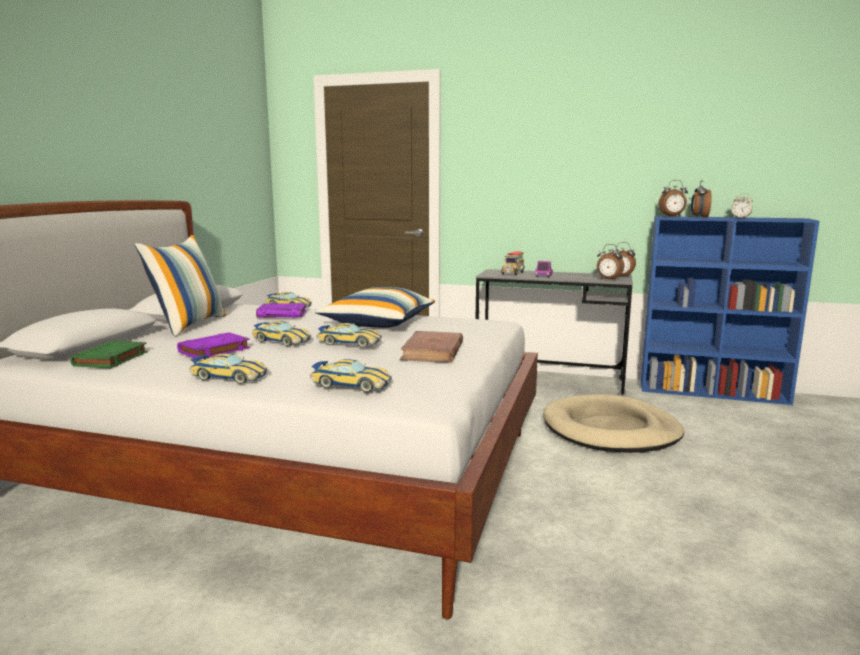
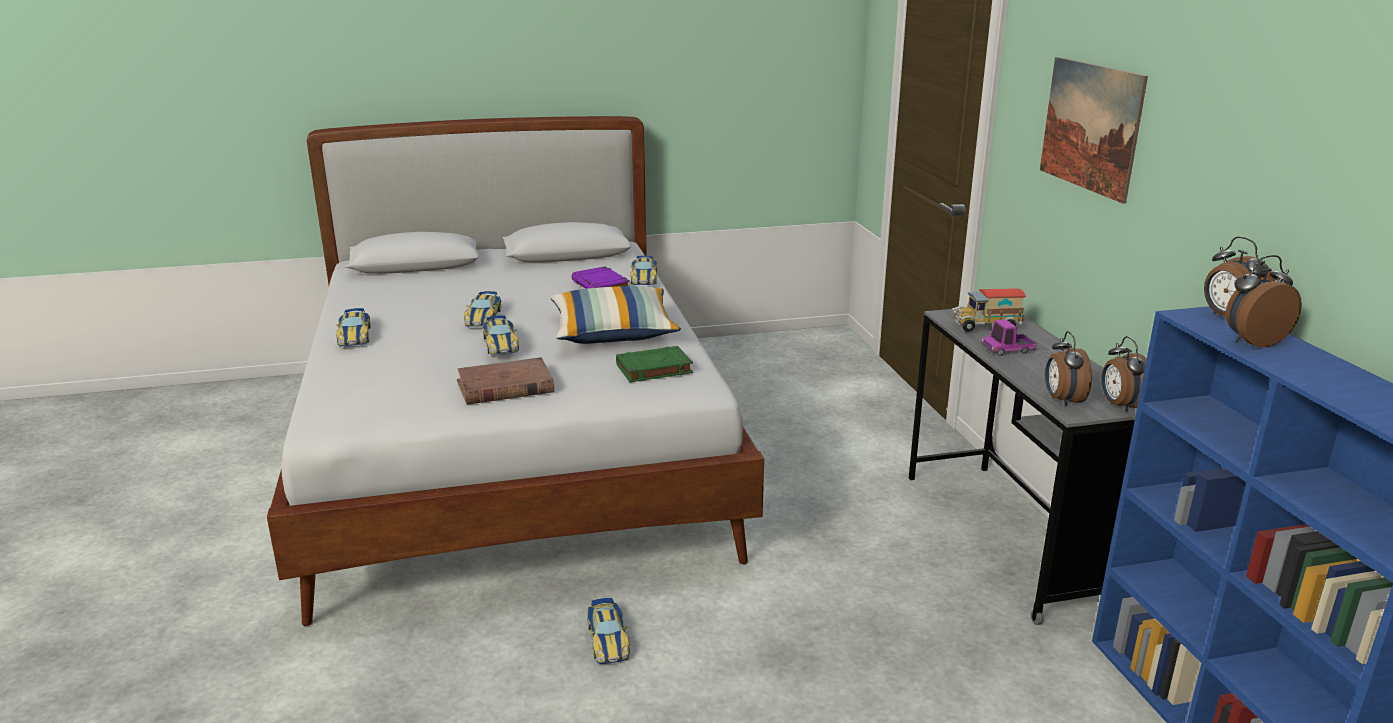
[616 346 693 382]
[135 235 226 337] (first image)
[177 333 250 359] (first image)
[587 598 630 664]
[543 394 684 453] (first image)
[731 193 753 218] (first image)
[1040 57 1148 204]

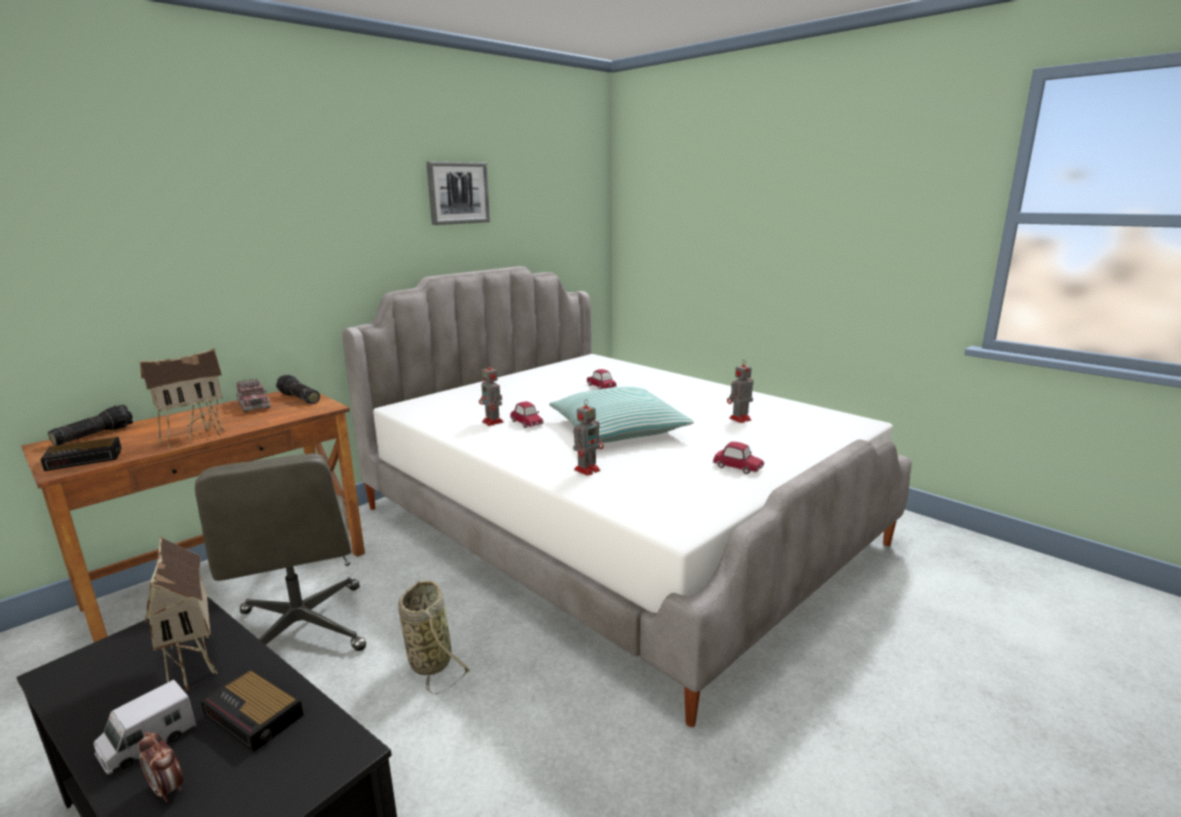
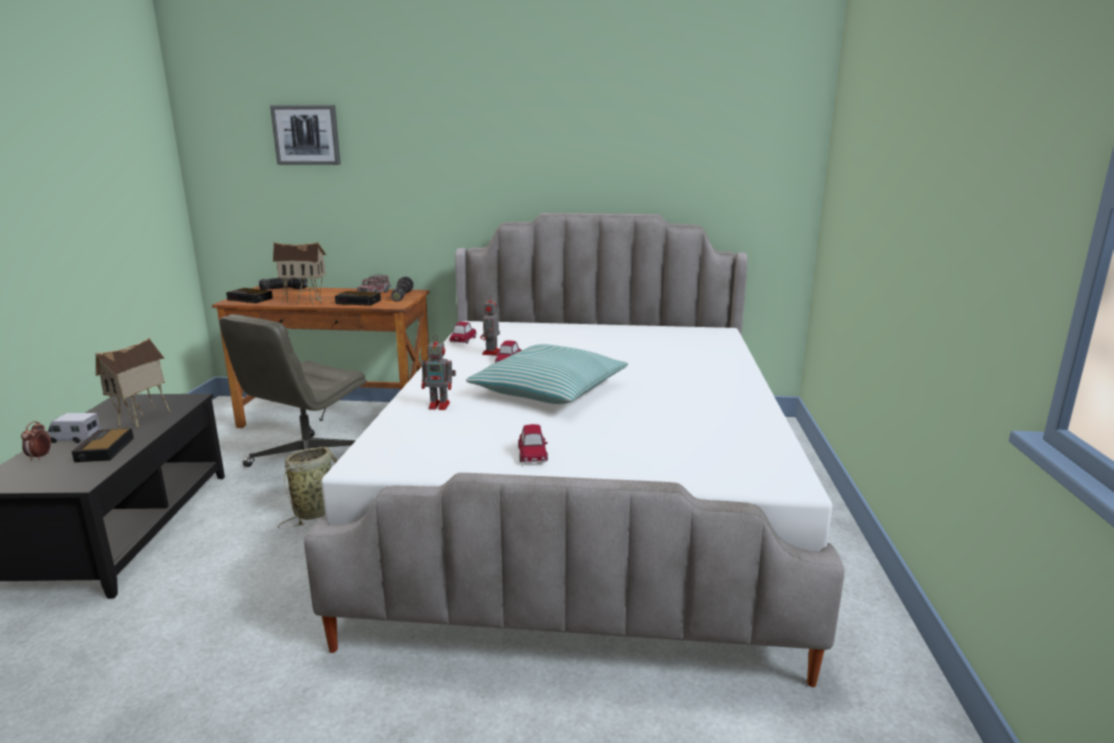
[270 105 341 165]
[449 322 477 344]
[727 359 753 423] (first image)
[335 291 381 306]

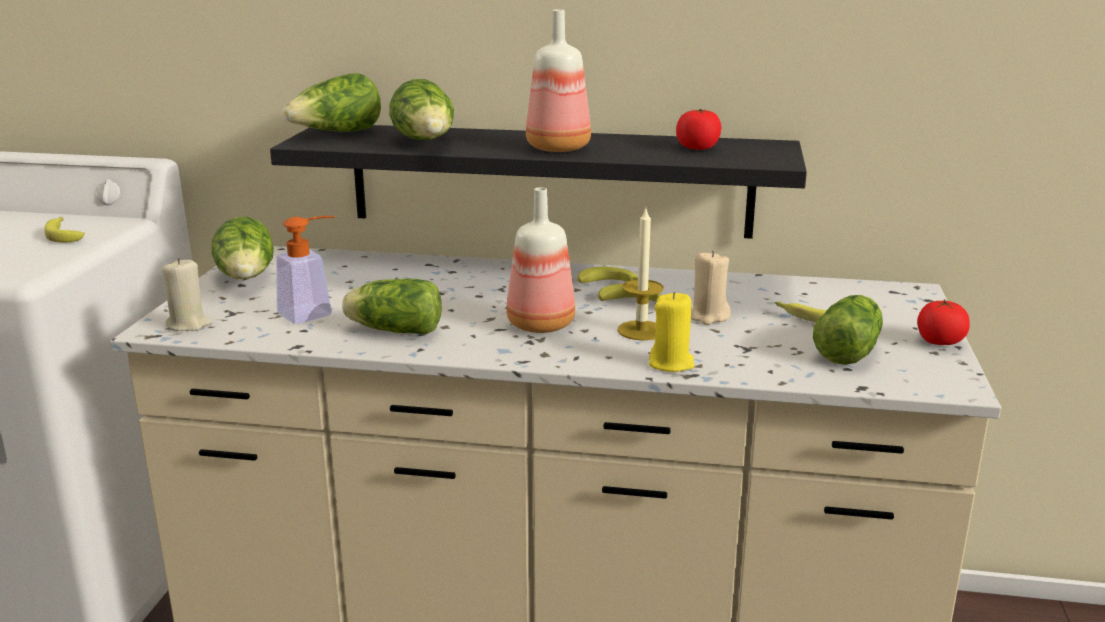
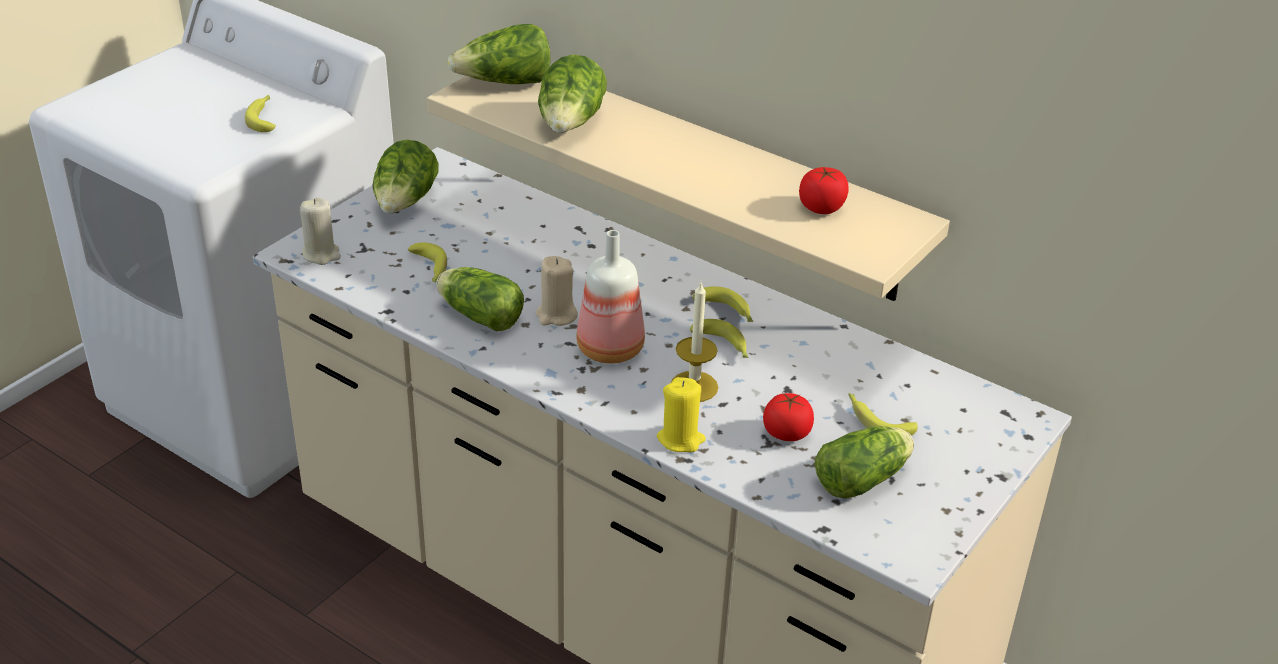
[427 76 950 301]
[408 242 447 282]
[526 9 591 152] (first image)
[536 256 578 326]
[763 393 814 441]

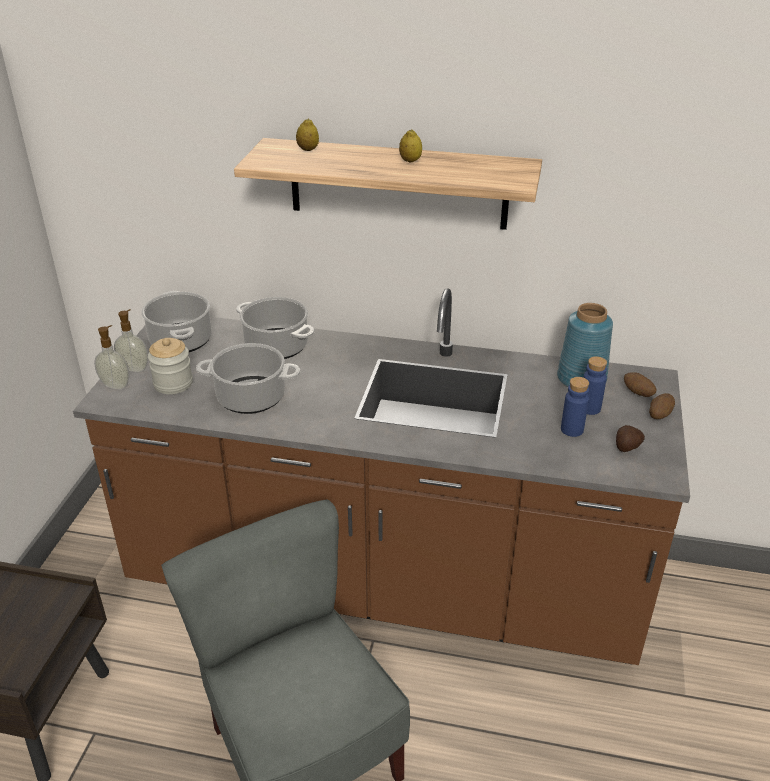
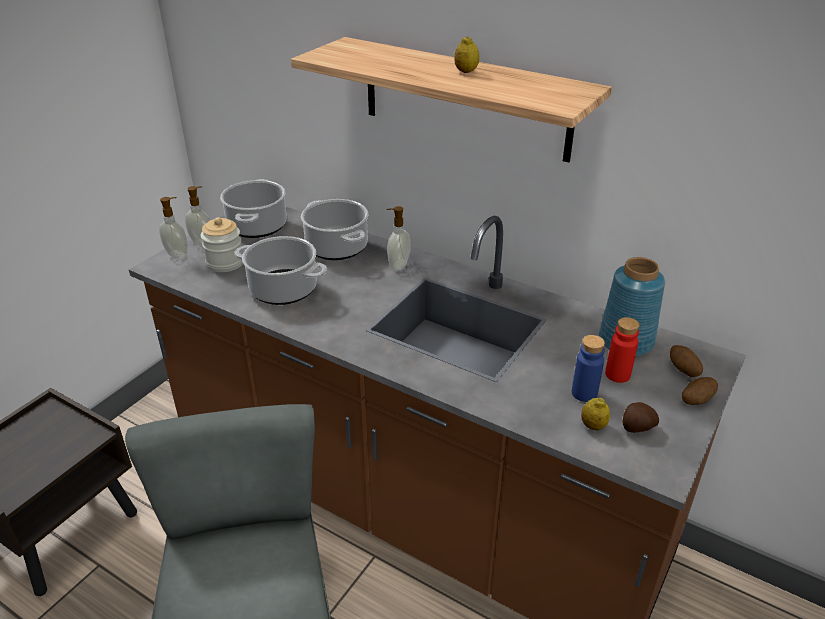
[581 398 610 431]
[605 317 640 383]
[387 206 411 270]

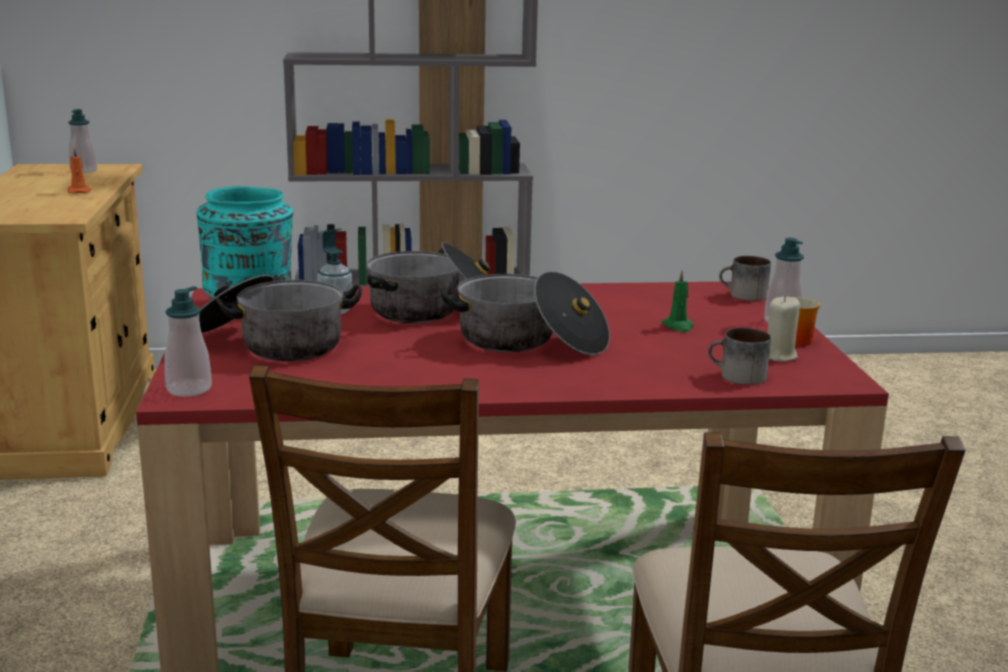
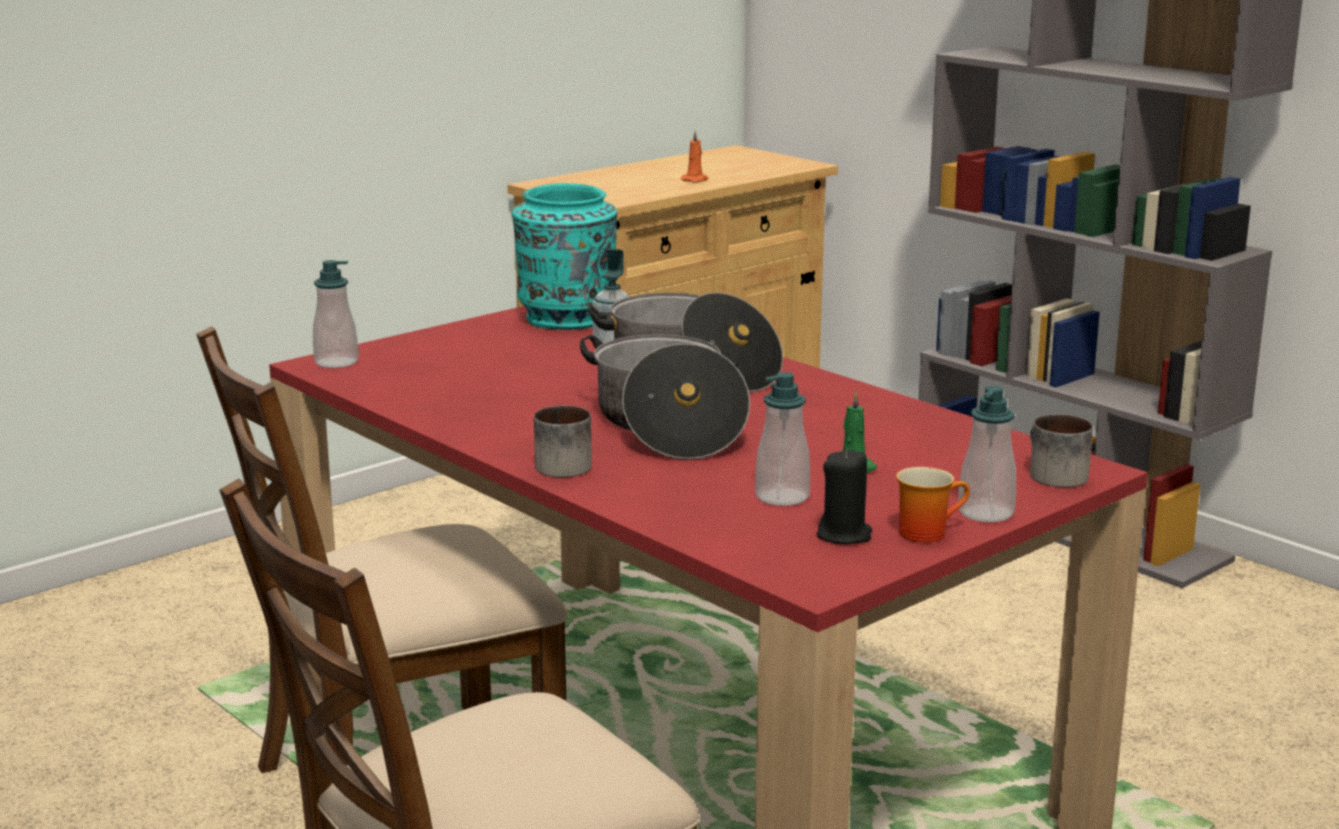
[755 372 810 506]
[199 275 362 361] (first image)
[534 406 592 477]
[816 449 872 544]

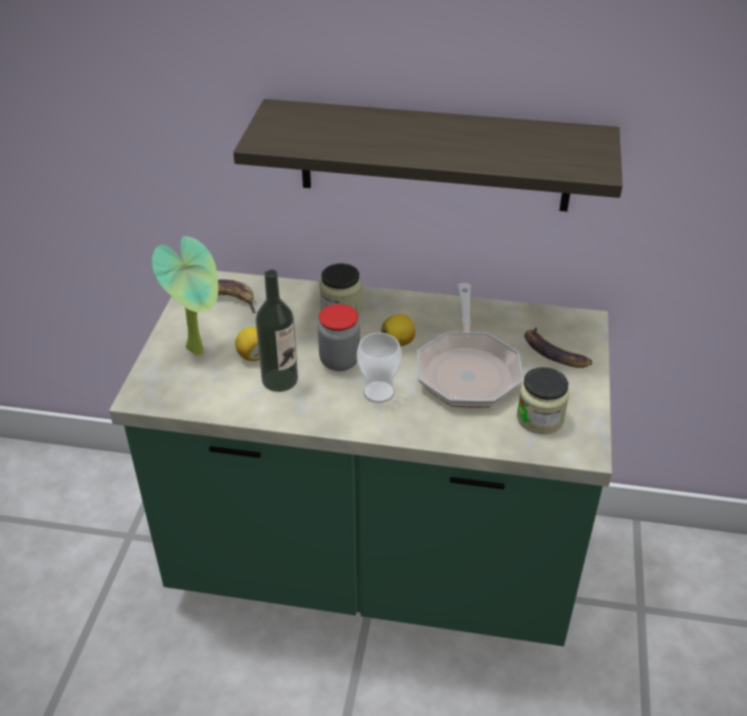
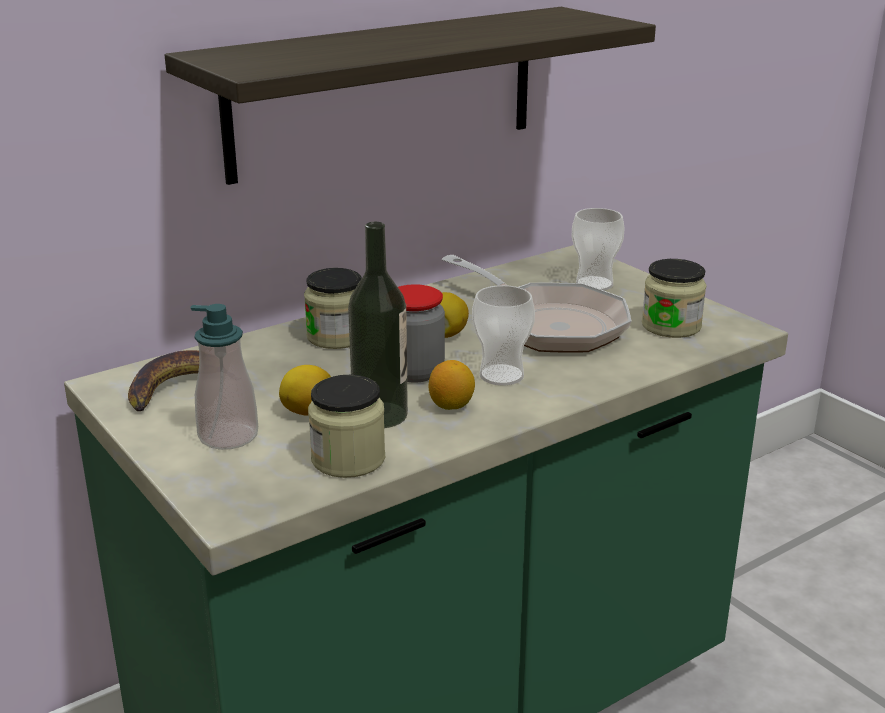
[190 304 258 450]
[572 208 625 291]
[308 375 385 478]
[429 360 475 410]

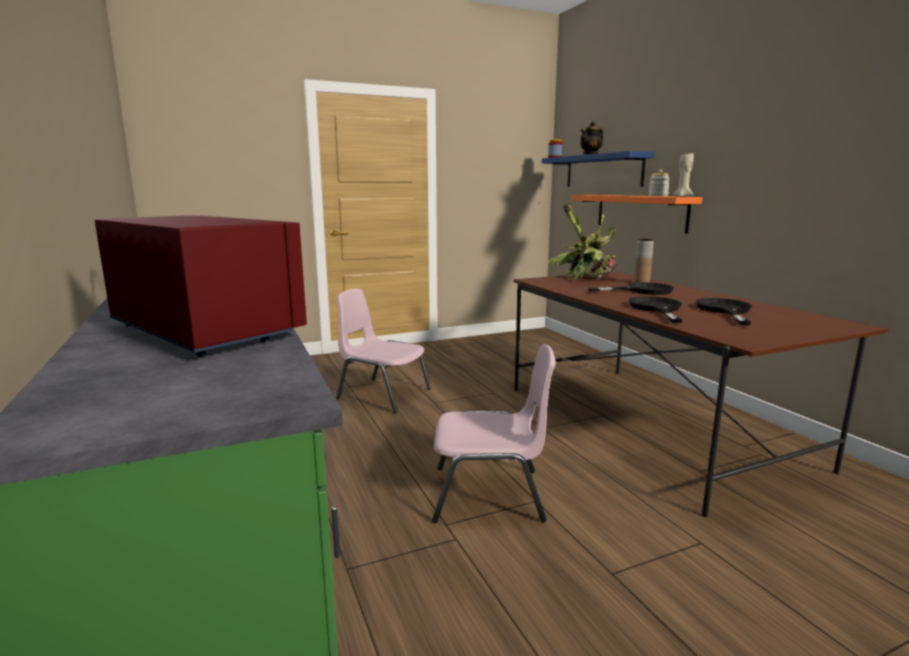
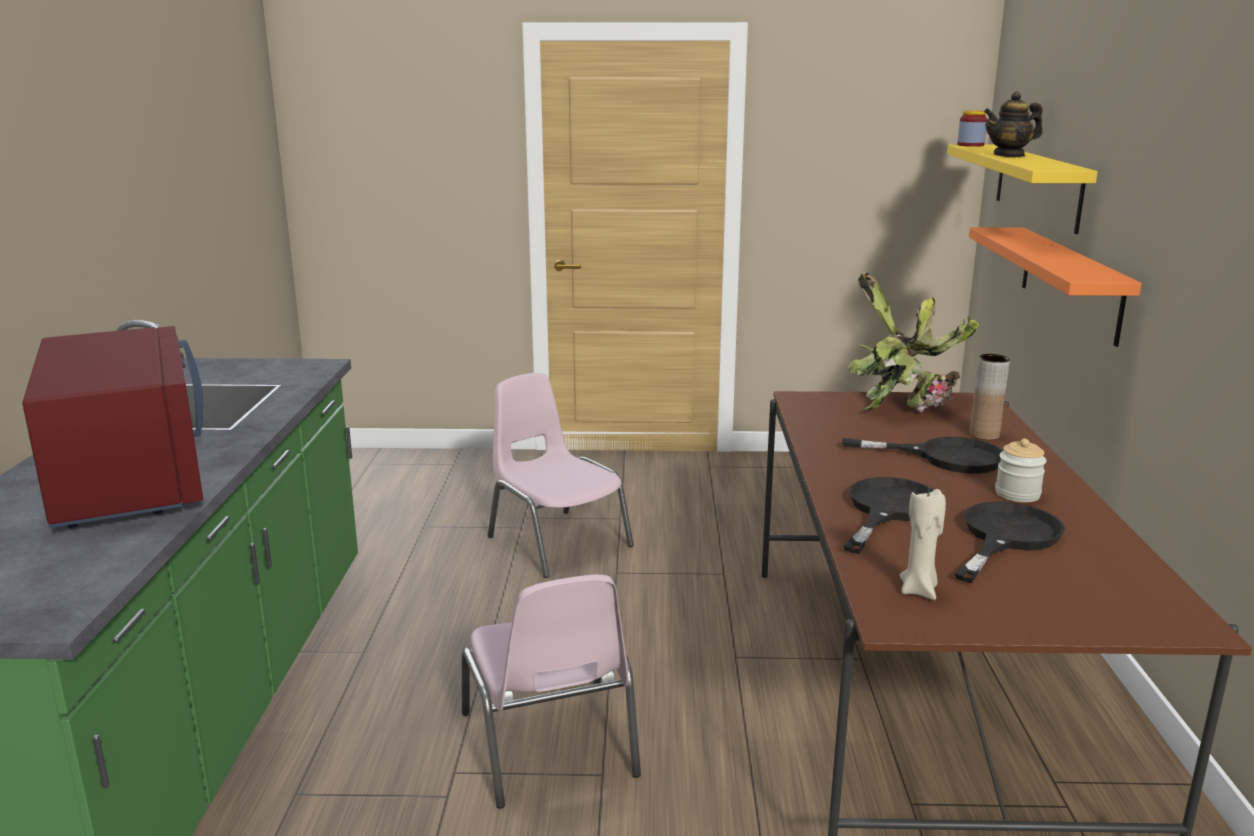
[462 575 641 809]
[947 145 1098 234]
[995 439 1046 502]
[899 489 946 600]

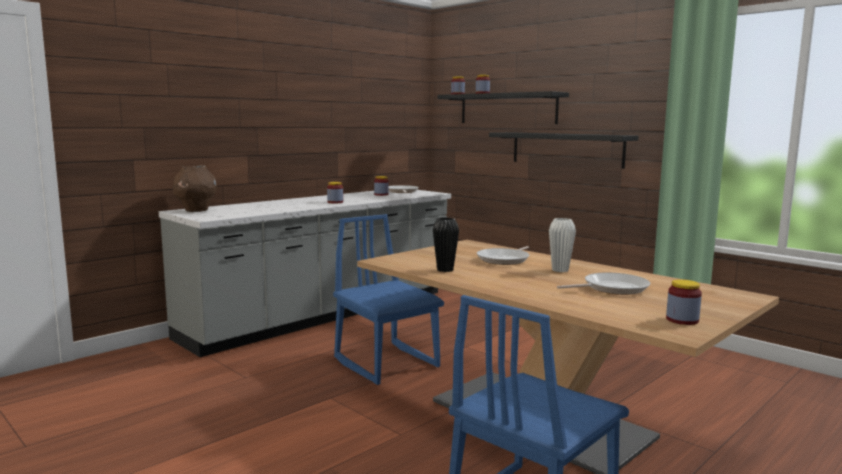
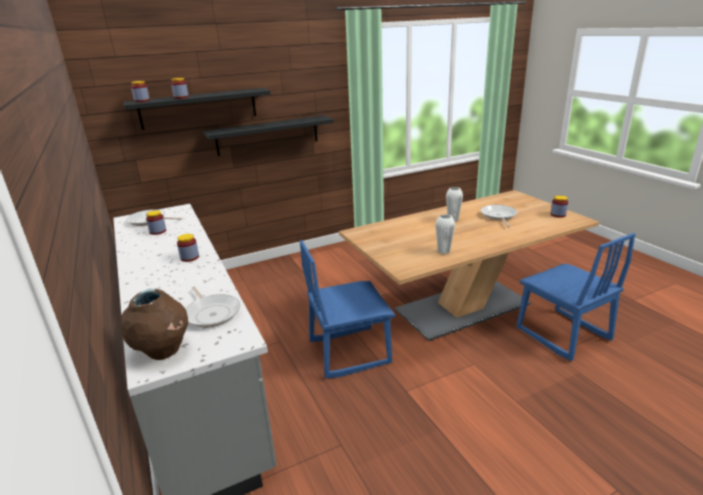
[435 214 455 254]
[185 287 240 328]

